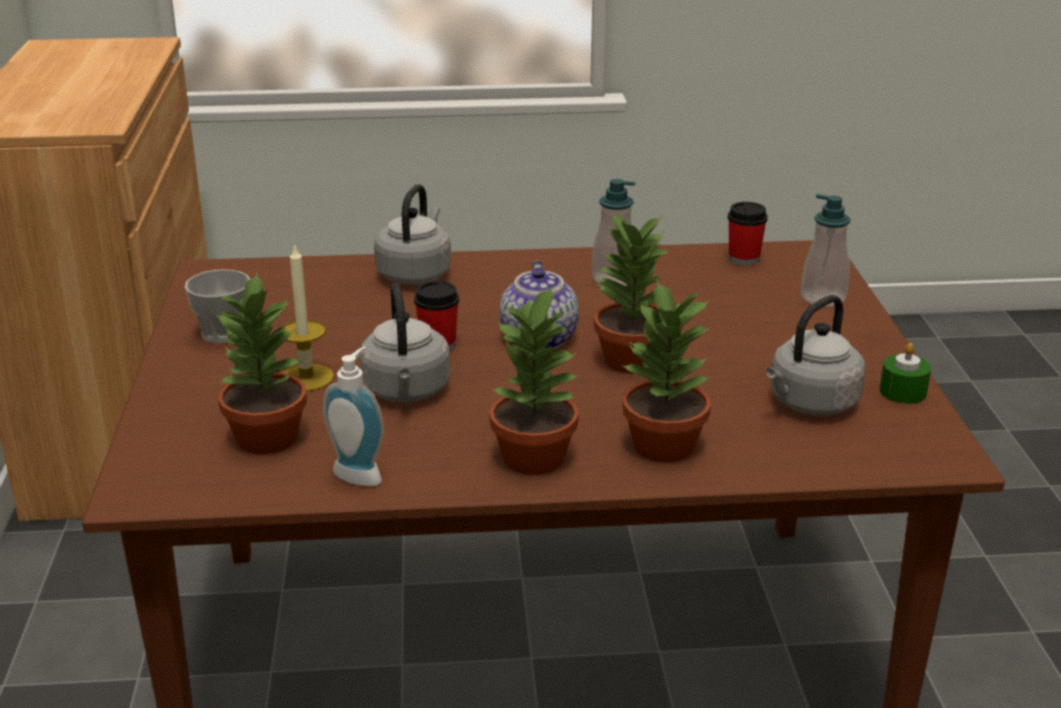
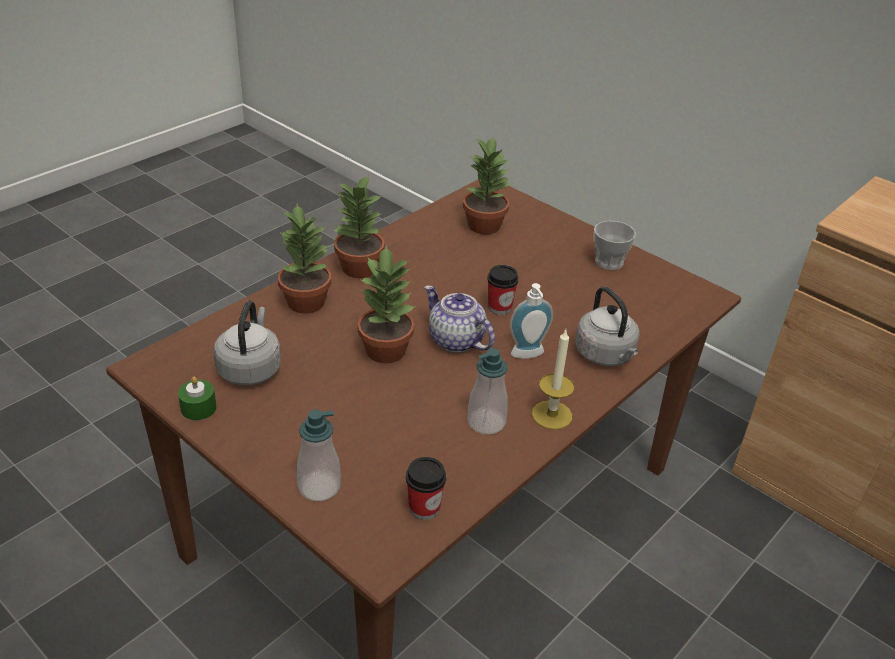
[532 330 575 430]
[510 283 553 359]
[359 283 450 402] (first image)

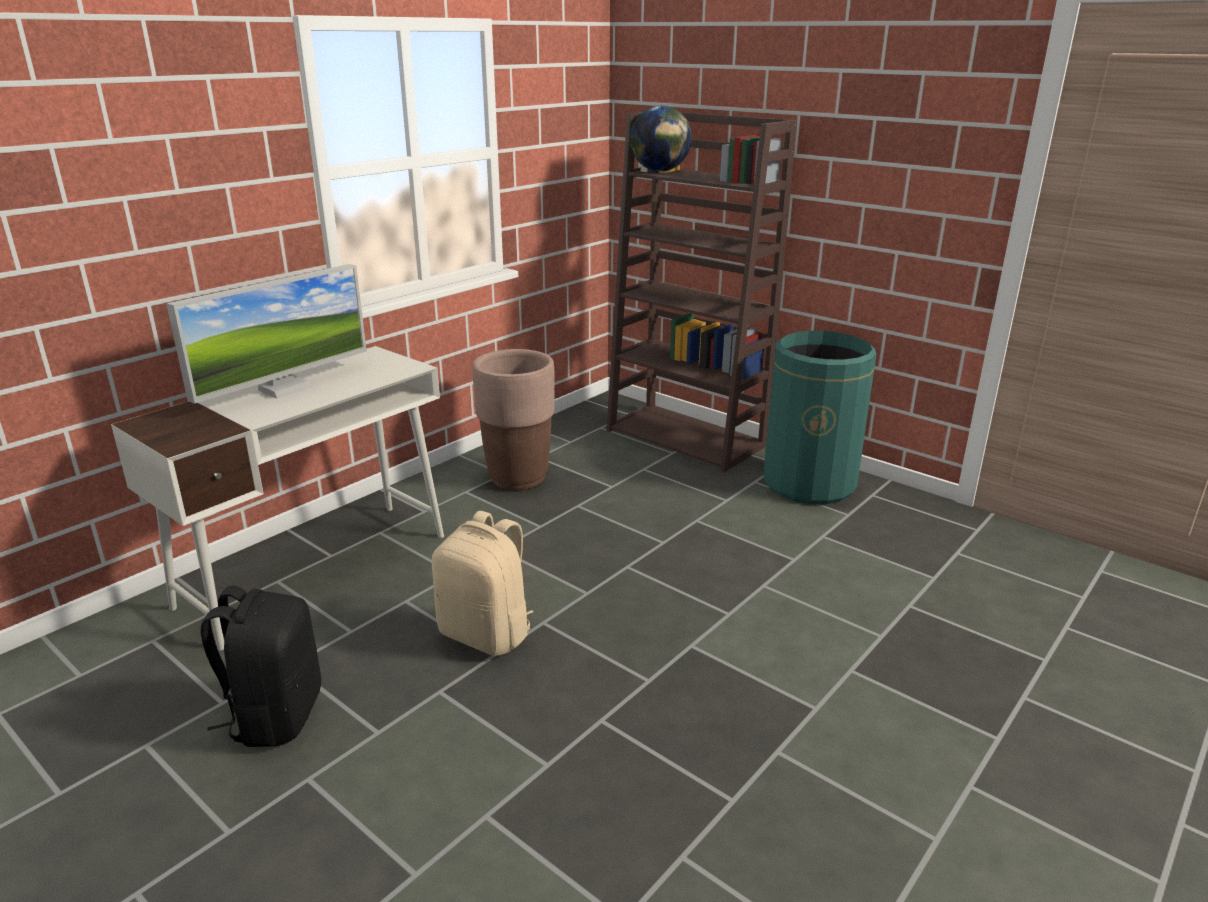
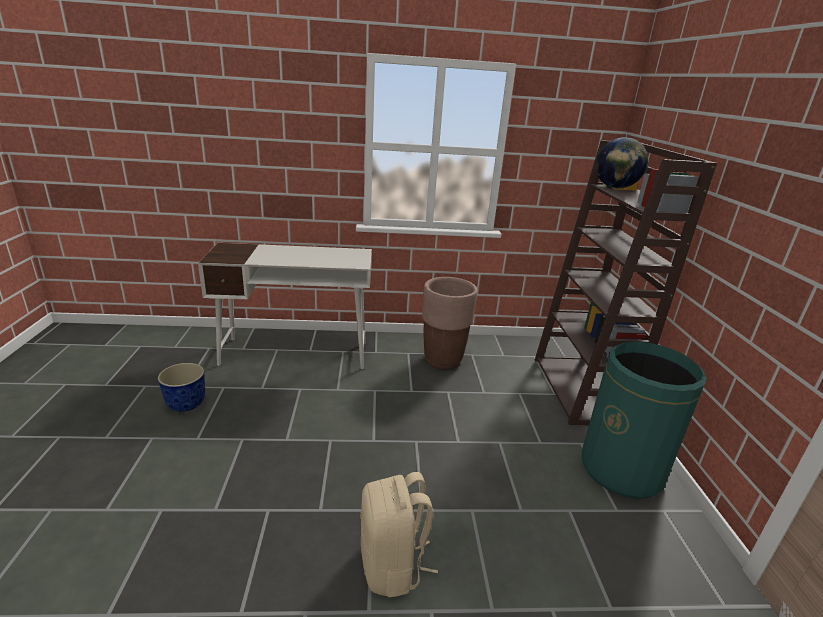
[166 264 367 404] (first image)
[158 363 205 412]
[360 472 438 598]

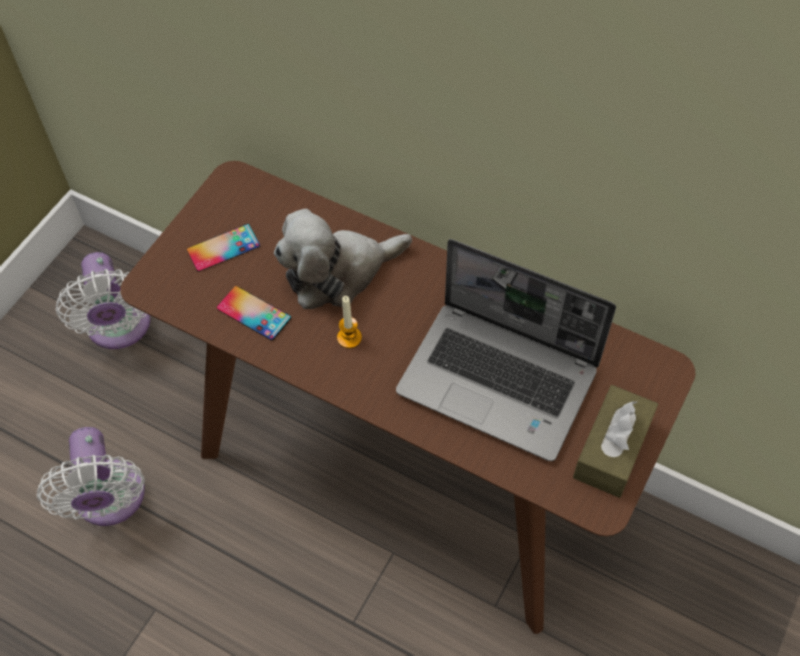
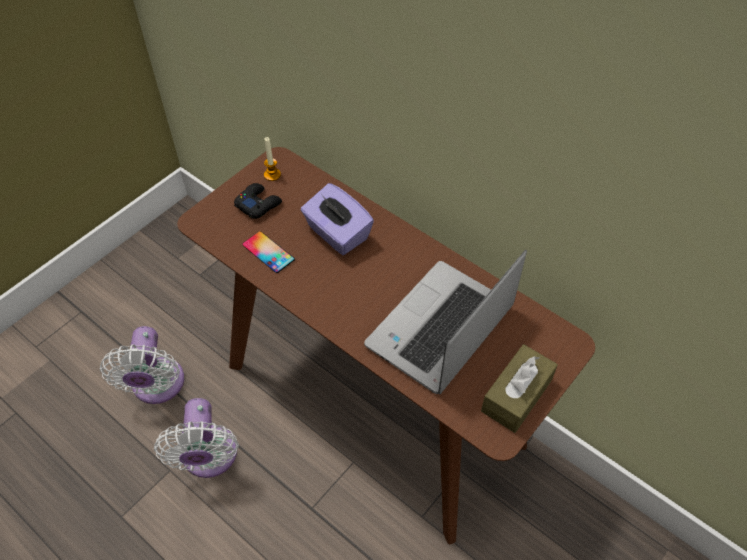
[154 398 239 478]
[234 183 282 219]
[301 183 374 255]
[264 137 281 181]
[364 250 527 394]

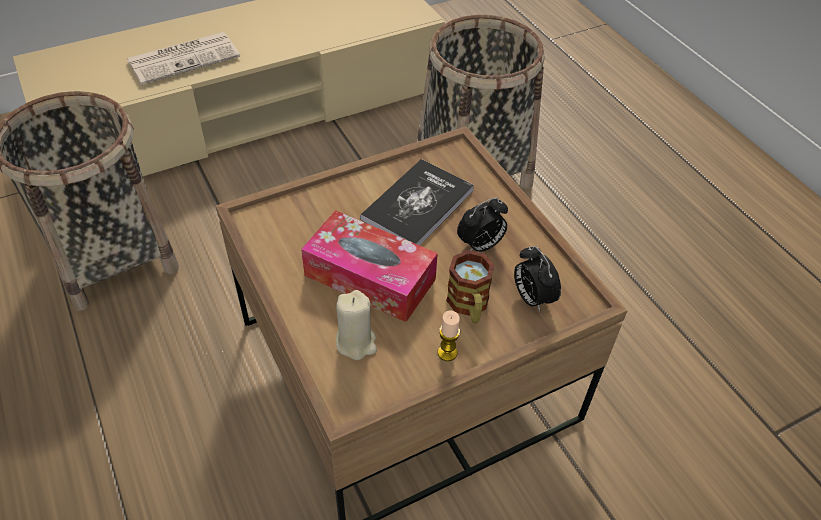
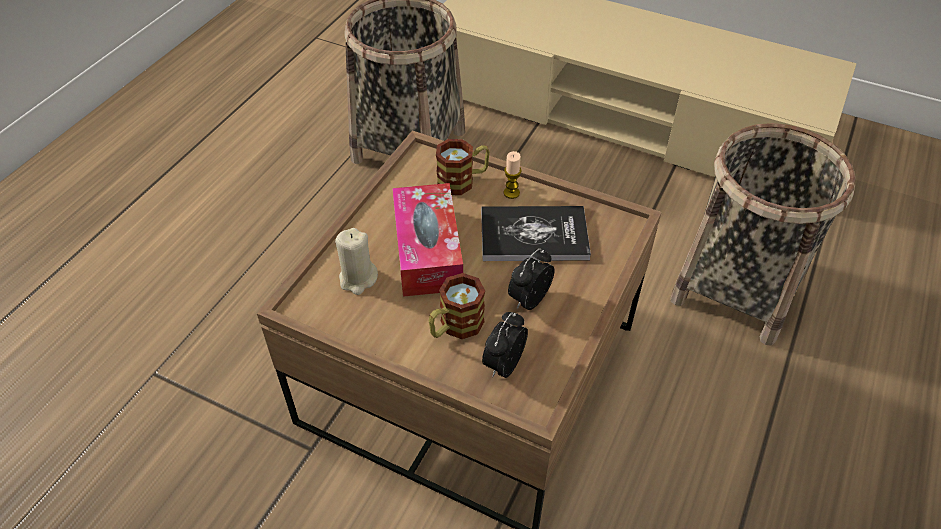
[127 32 240 85] (first image)
[503 151 522 199]
[508 248 555 310]
[436 139 490 195]

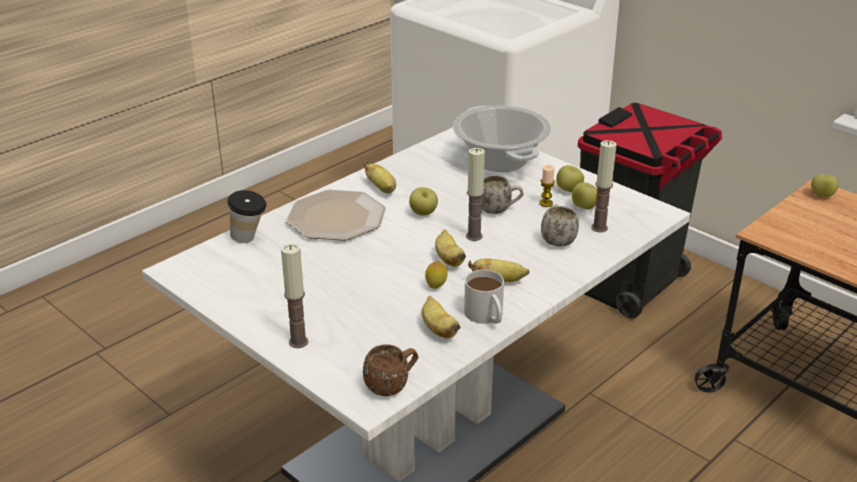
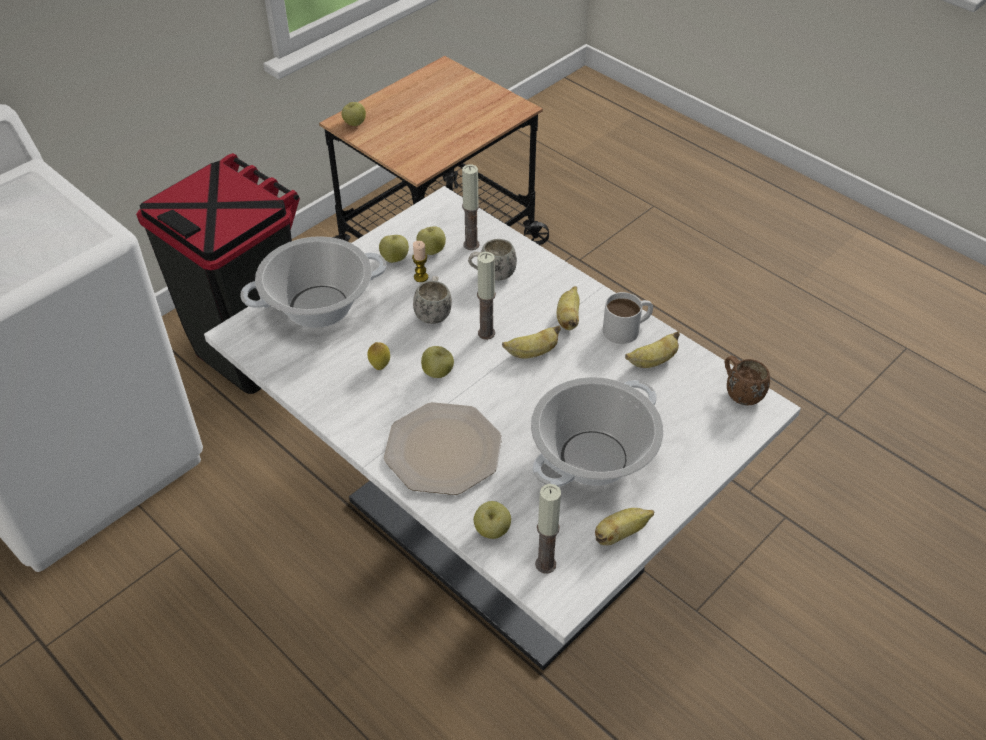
[474 501 511 539]
[535 484 561 573]
[595 508 654 545]
[367 342 390 370]
[531 377 664 487]

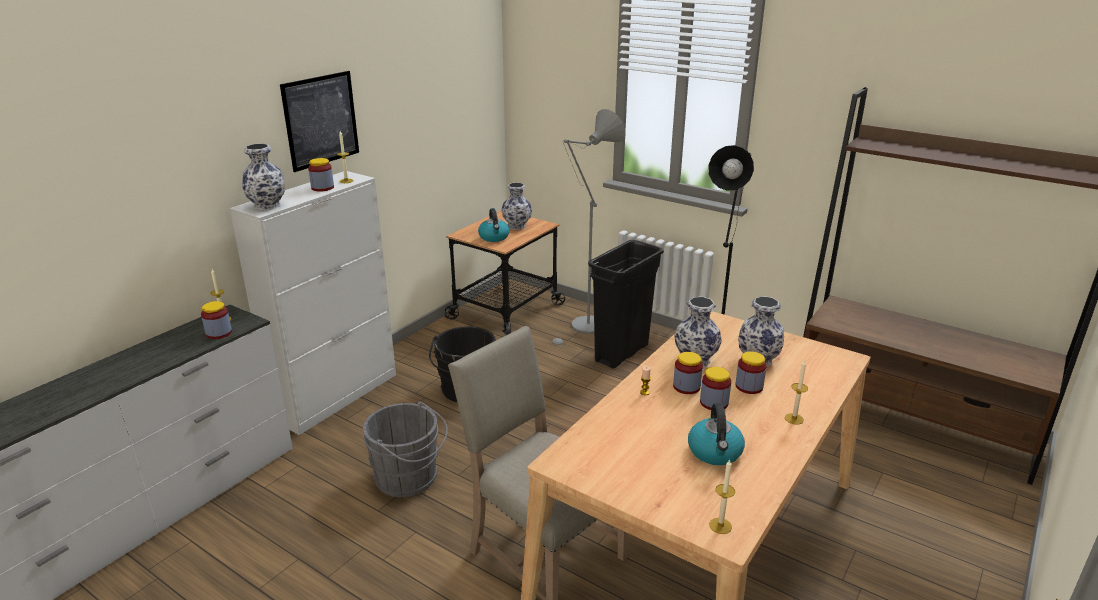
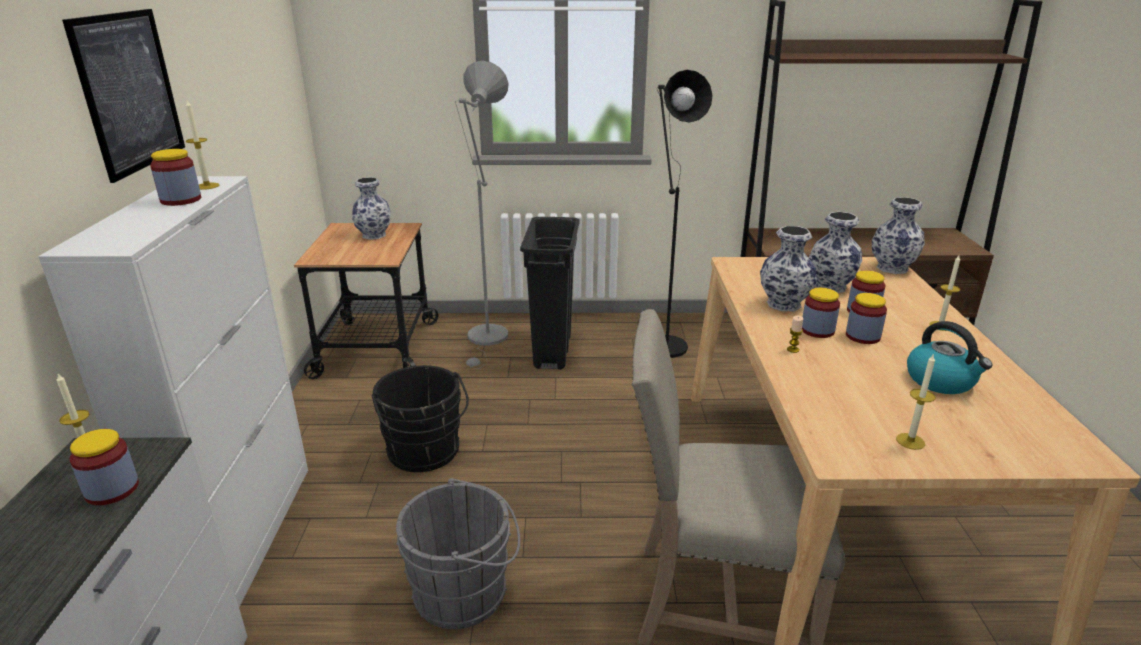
[872 197 925 274]
[478 208 510 242] (first image)
[896 353 936 450]

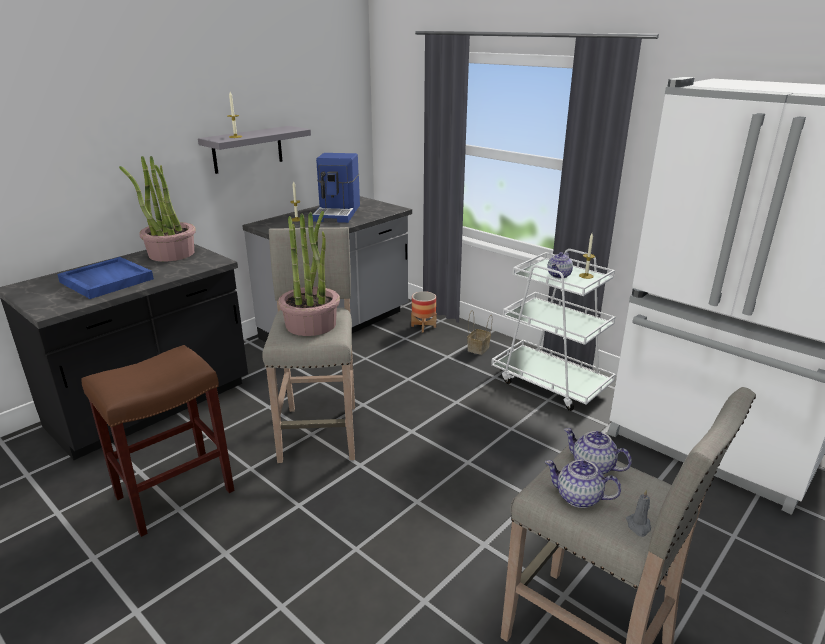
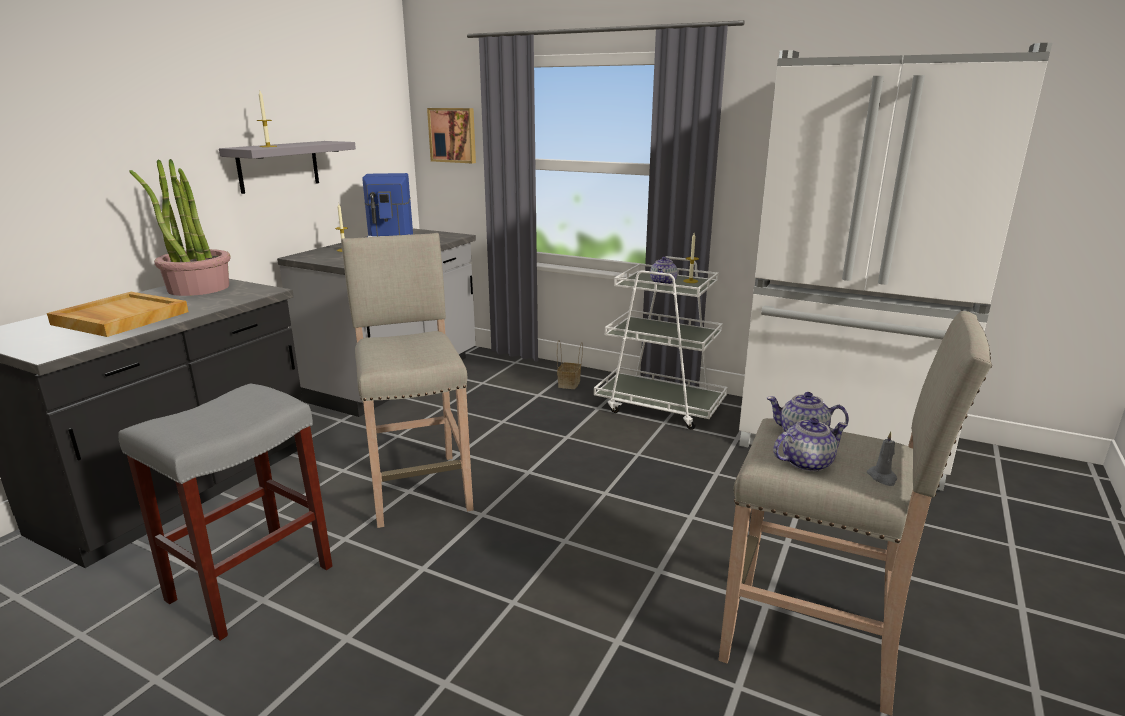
[47 292 189 337]
[118 384 332 641]
[278 211 340 336] (first image)
[411 291 437 333] (first image)
[773 418 847 472]
[427 108 476 163]

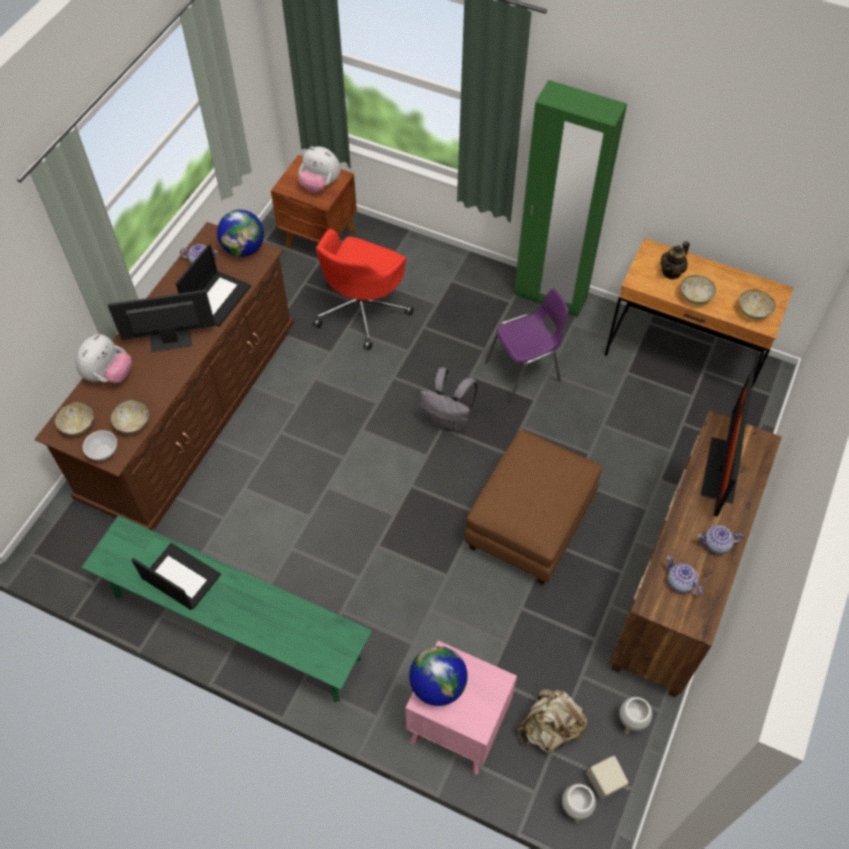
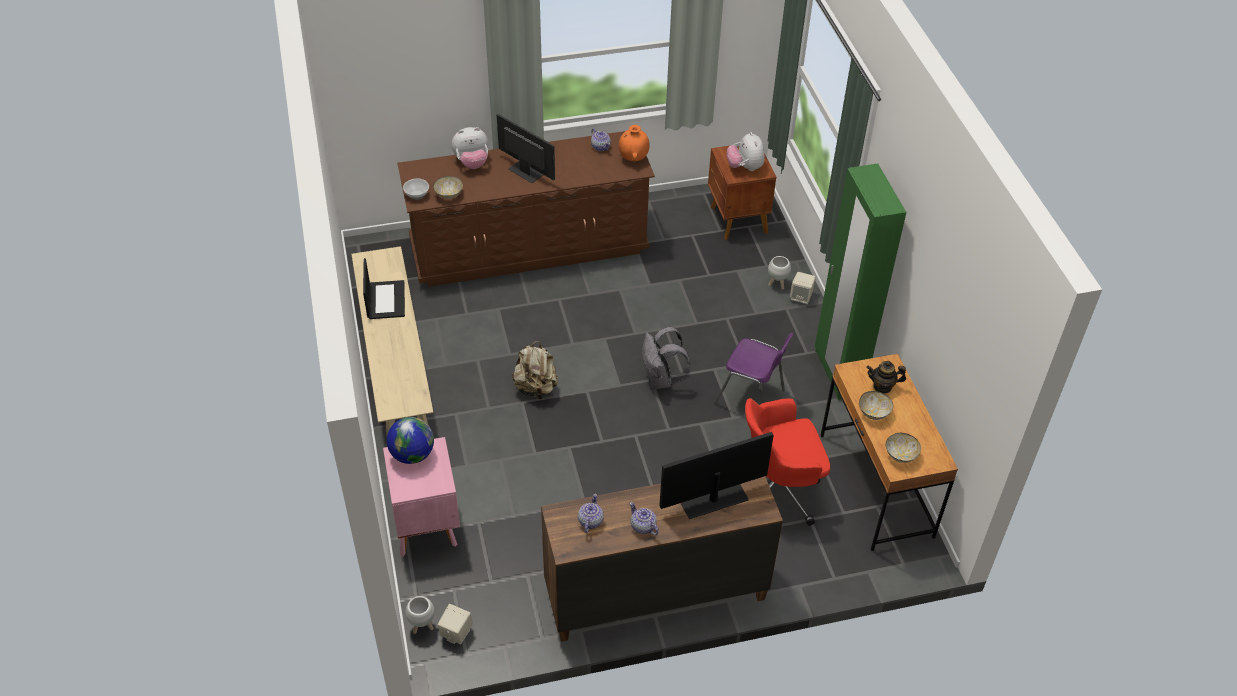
[54 402 94 435] (first image)
[351 246 433 434]
[176 244 251 326] (first image)
[619 125 650 161]
[745 398 830 526]
[464 430 602 585] (first image)
[512 341 558 400]
[768 256 791 290]
[790 272 816 304]

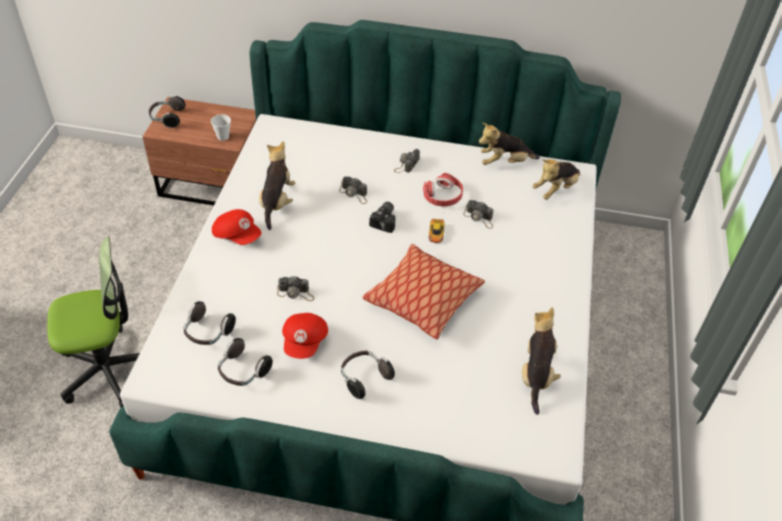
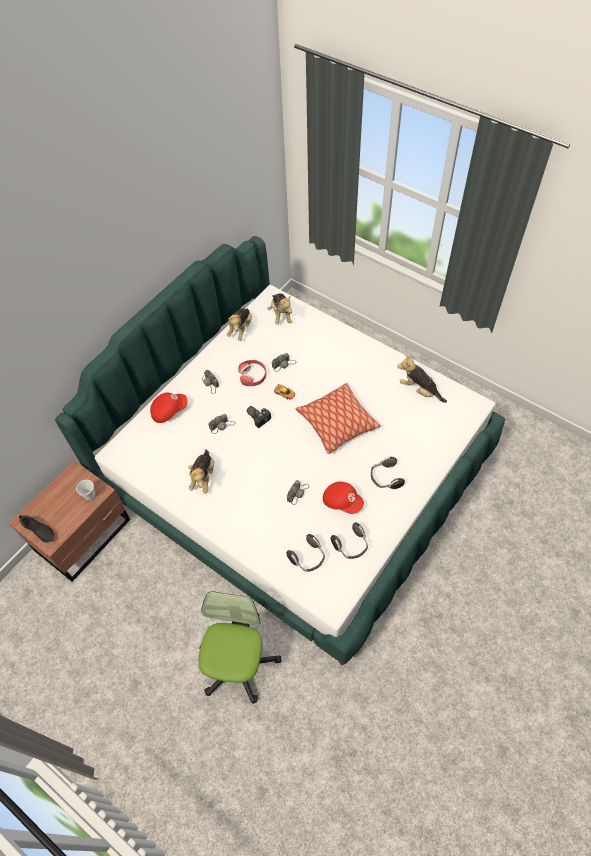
[19 515 54 543]
[150 393 188 423]
[189 449 214 494]

